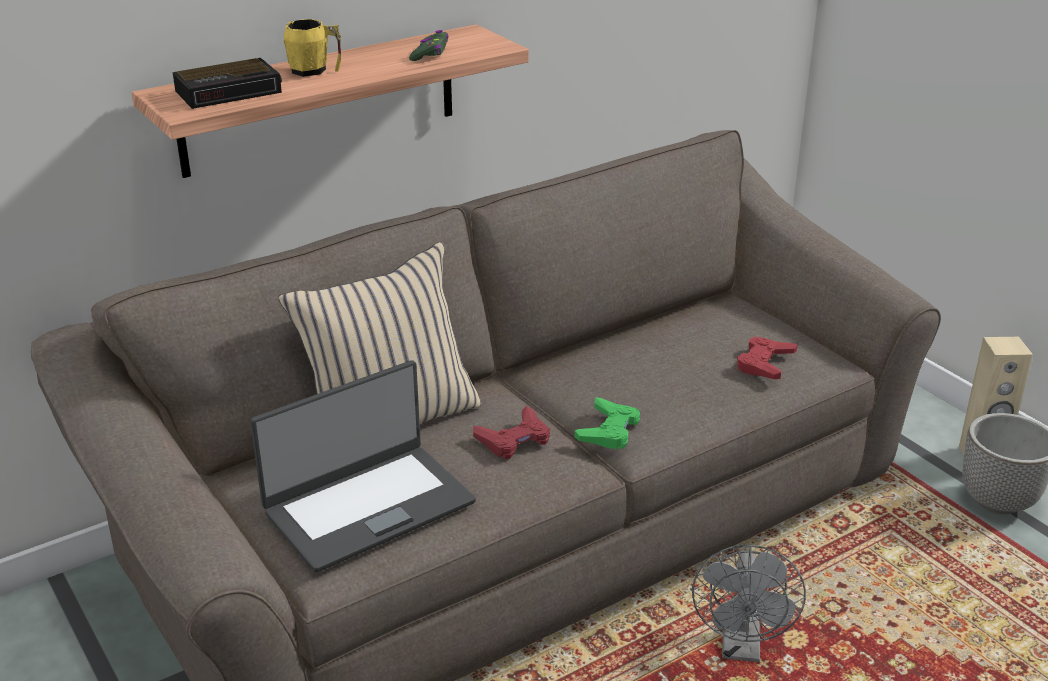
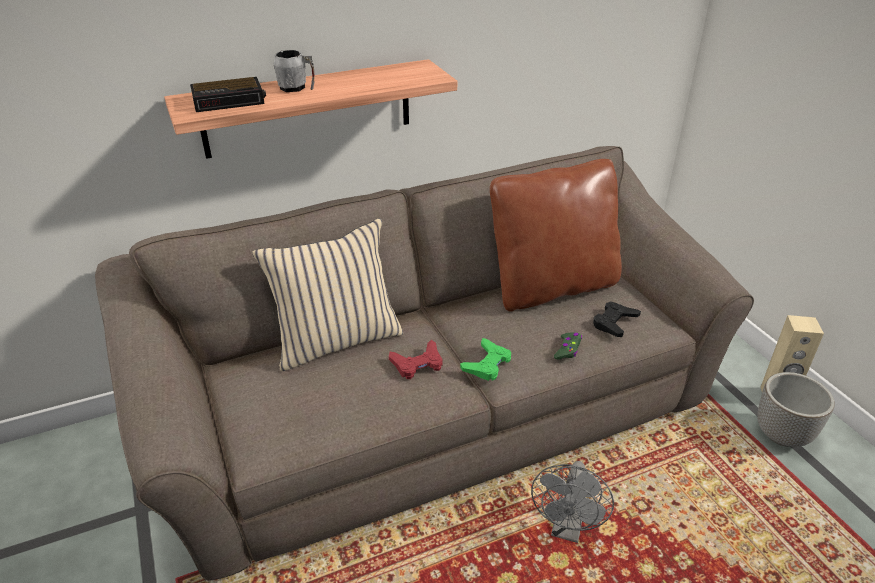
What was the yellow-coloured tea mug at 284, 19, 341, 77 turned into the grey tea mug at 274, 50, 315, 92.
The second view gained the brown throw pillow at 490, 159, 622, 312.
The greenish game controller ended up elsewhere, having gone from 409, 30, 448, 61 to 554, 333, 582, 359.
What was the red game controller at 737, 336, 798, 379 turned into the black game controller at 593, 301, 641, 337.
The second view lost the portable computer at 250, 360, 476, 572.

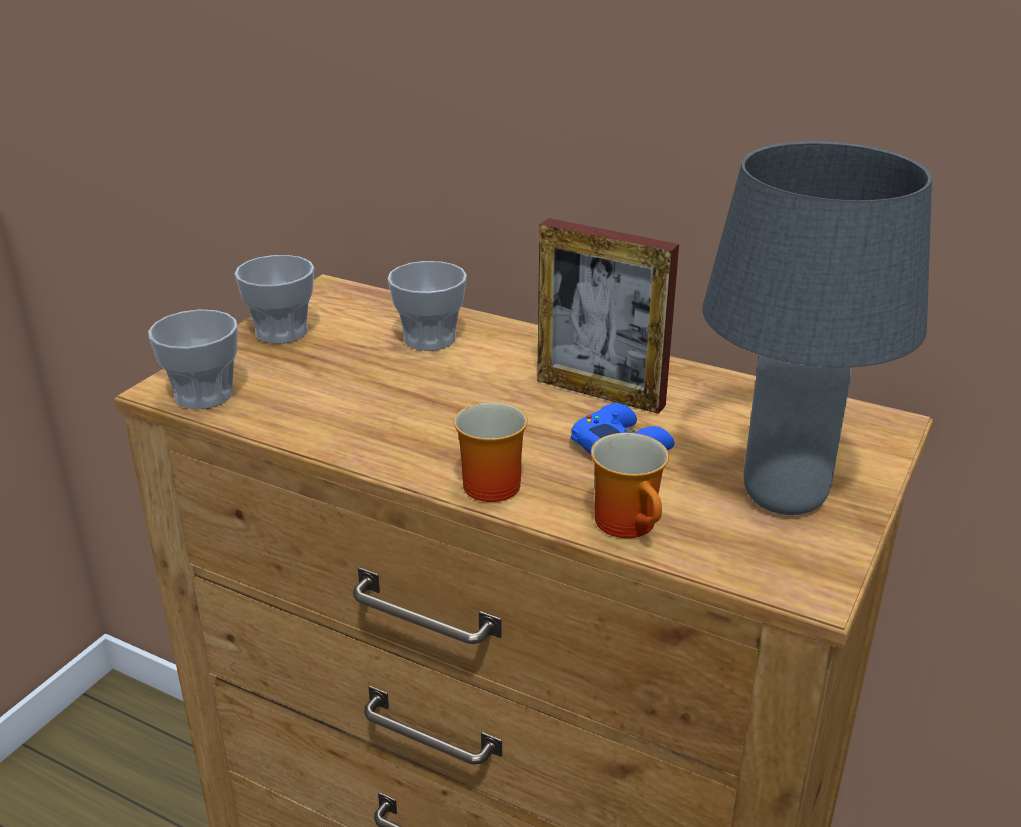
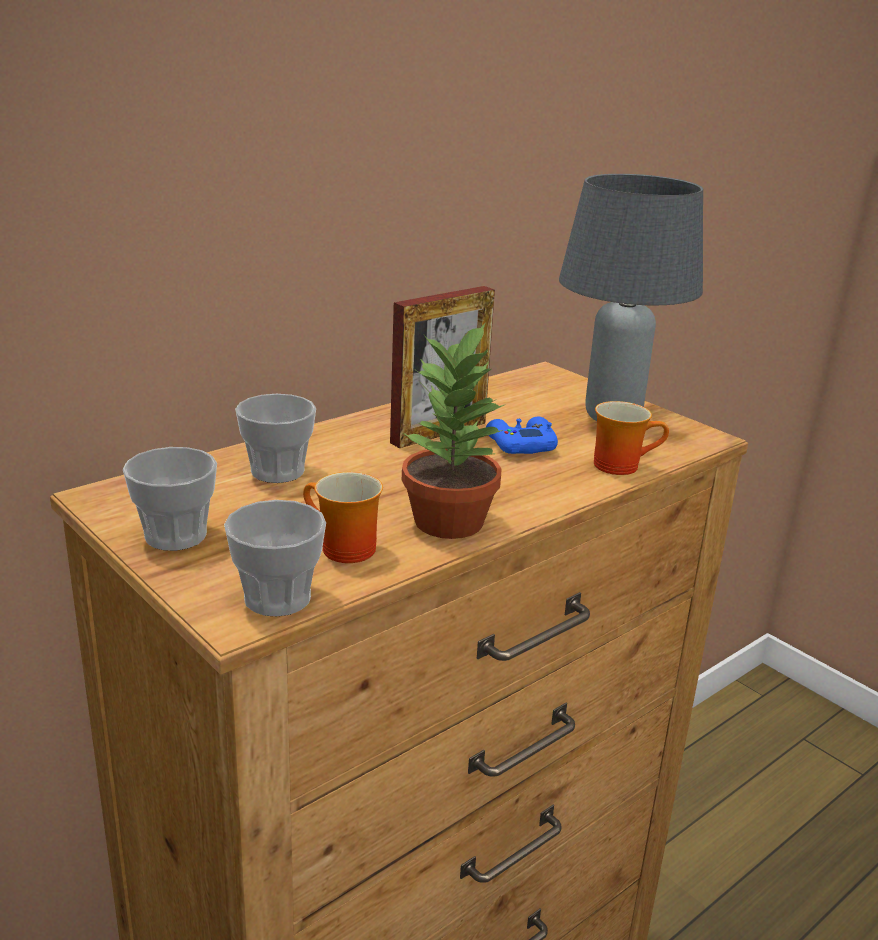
The tea mug ended up elsewhere, having gone from 454, 402, 528, 502 to 303, 472, 383, 563.
The second view gained the plant in a pot at 402, 322, 506, 539.

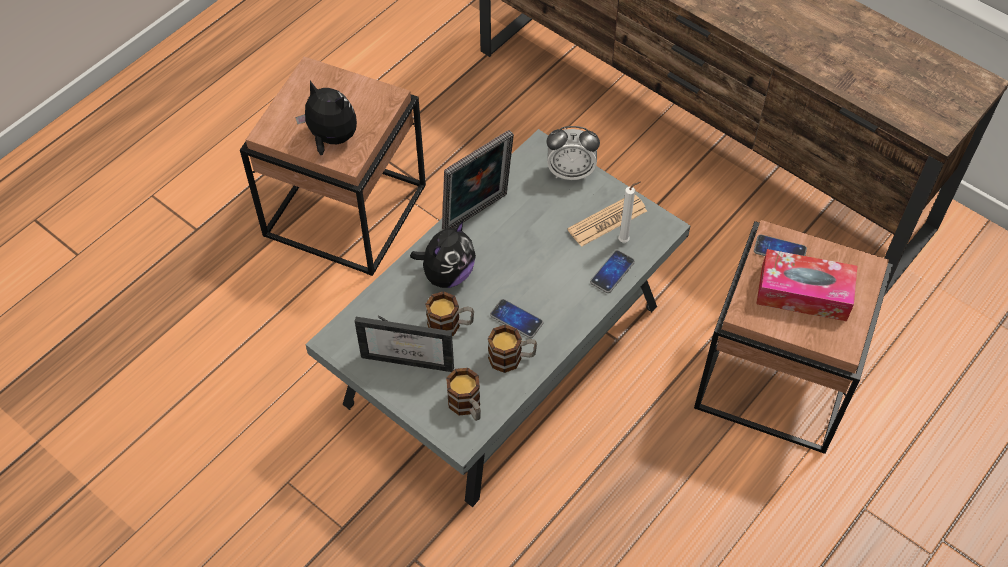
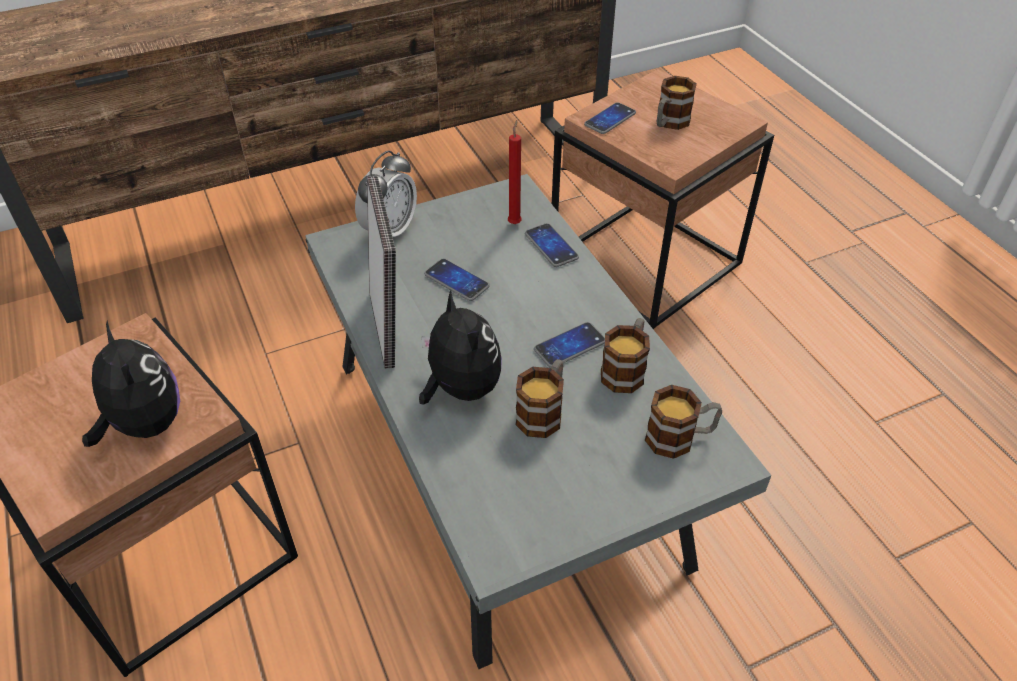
The plush toy at 295, 81, 357, 155 ended up facing another way, 90 degrees clockwise from before.
The second view gained the handset at 424, 258, 490, 301.
What was the whitish wax light at 618, 182, 640, 243 turned into the red wax light at 508, 120, 522, 224.
Where the box of tissues stood at 757, 249, 858, 321, the tea mug came to stand at 657, 76, 697, 130.
The second view lost the picture frame at 355, 315, 454, 372.
The second view lost the printed paper at 567, 194, 647, 247.

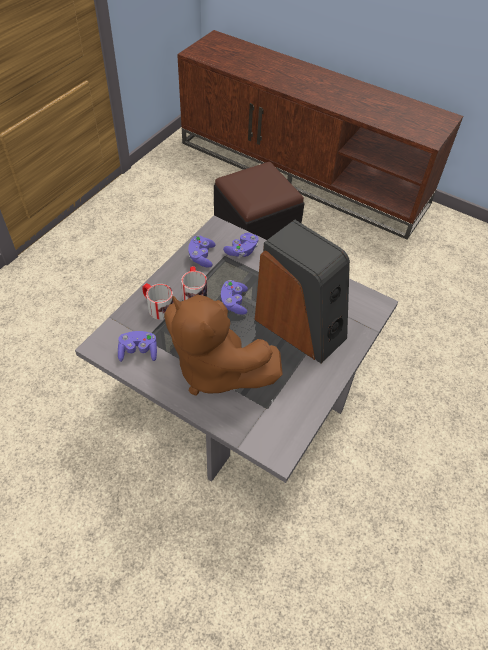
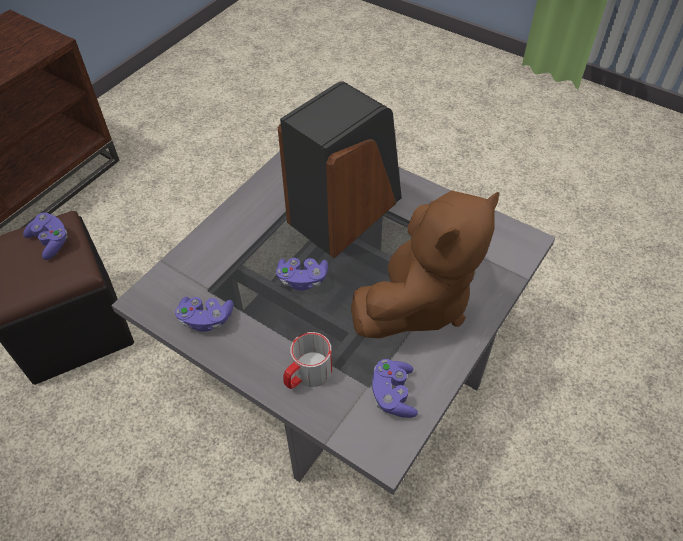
The purple game controller ended up elsewhere, having gone from 223, 233, 259, 257 to 23, 213, 68, 260.
The second view lost the tea mug at 181, 266, 207, 301.

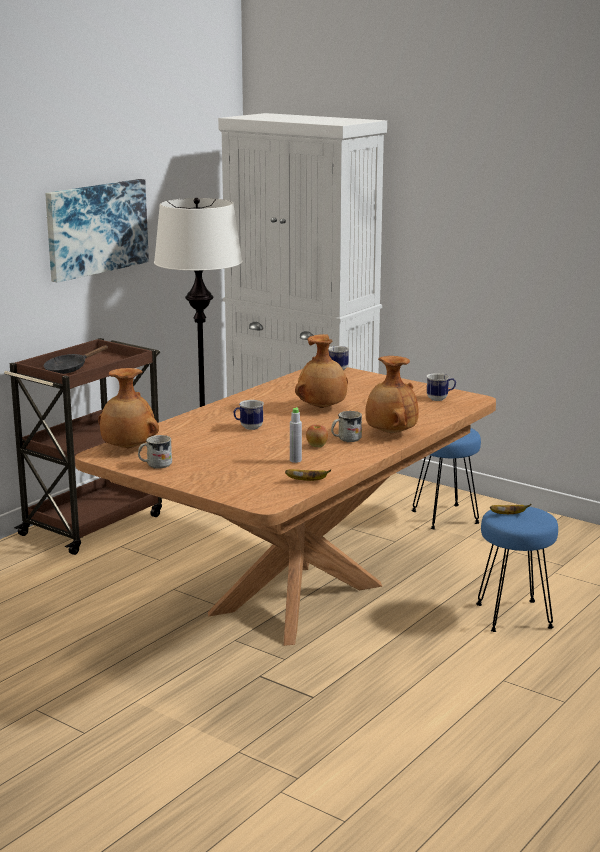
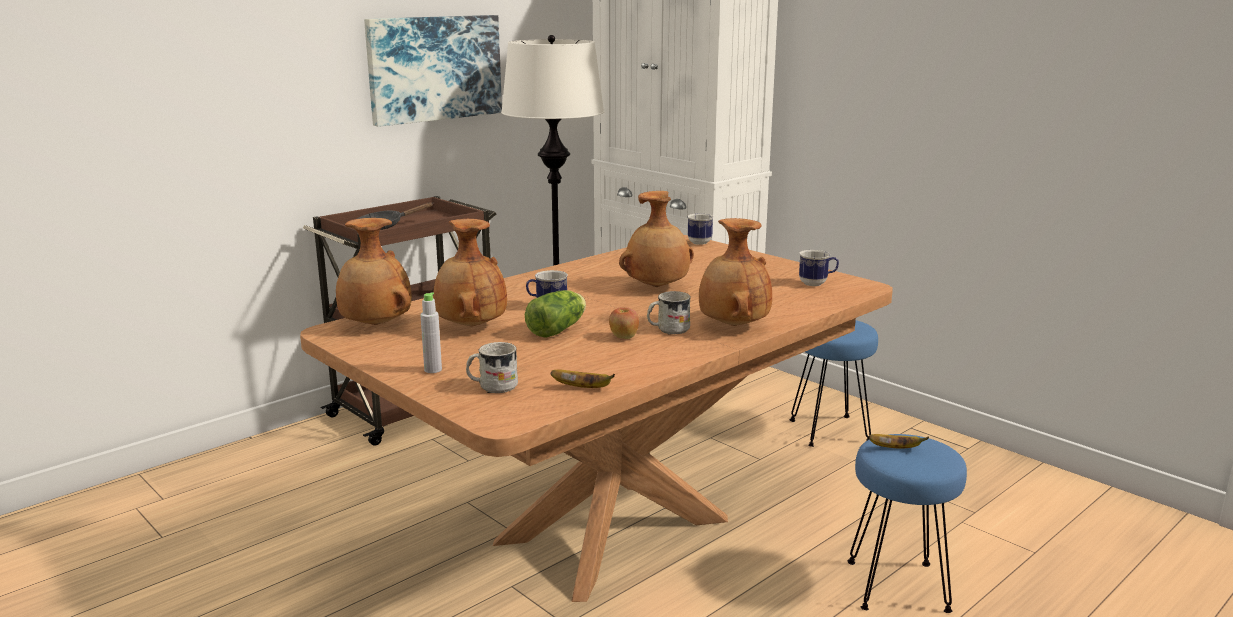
The grey drink bottle ended up elsewhere, having gone from 290, 407, 302, 463 to 420, 292, 442, 373.
The second view gained the brown flower vase at 433, 219, 507, 327.
The whitish tea mug ended up elsewhere, having gone from 138, 435, 172, 469 to 466, 342, 518, 393.
The second view gained the lettuce head at 525, 290, 586, 338.

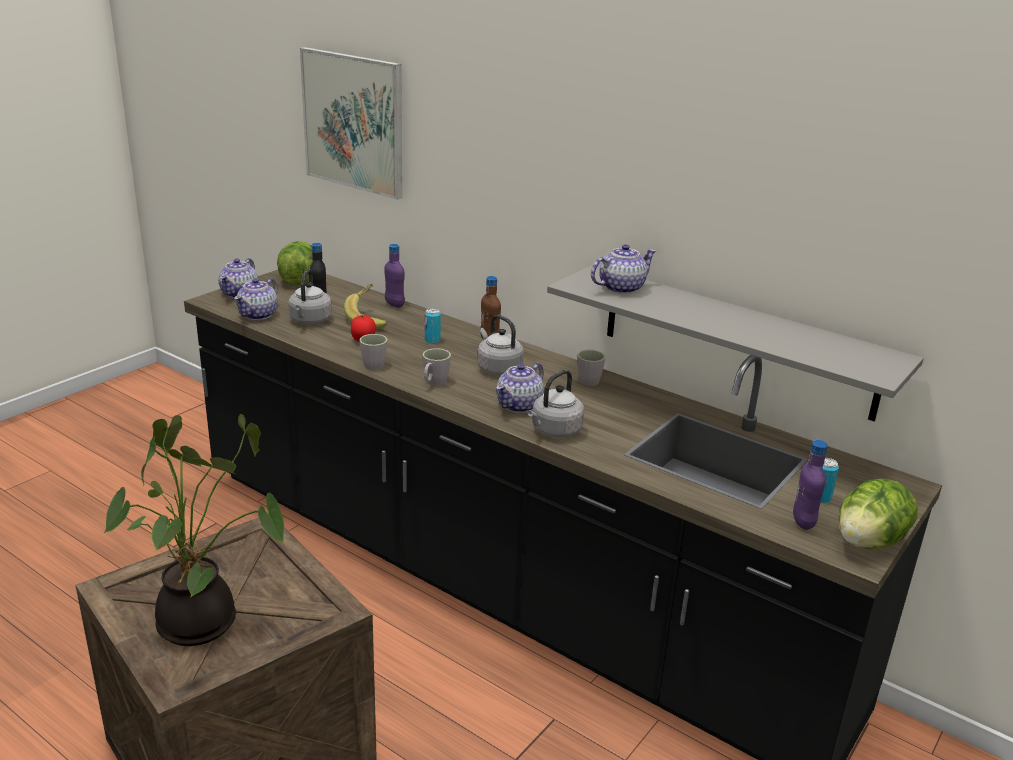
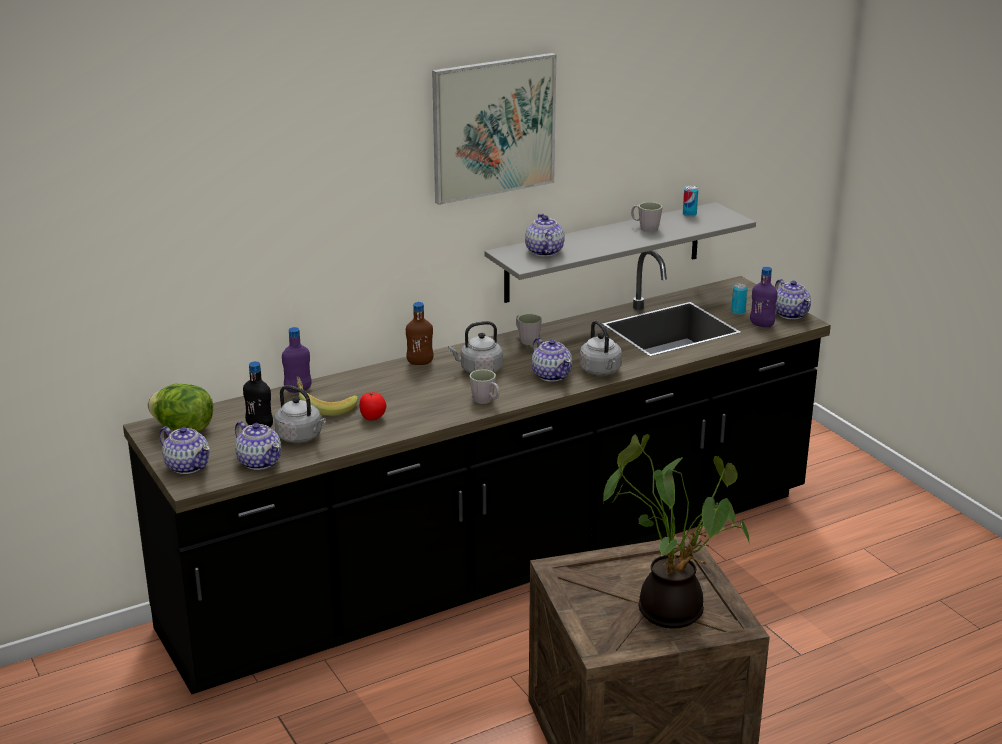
The picture ended up elsewhere, having gone from 300, 47, 402, 200 to 432, 53, 556, 205.
The grey tea mug ended up elsewhere, having gone from 359, 334, 387, 370 to 631, 202, 663, 232.
The sealed can ended up elsewhere, having gone from 425, 308, 441, 344 to 683, 185, 698, 217.
Where the lettuce head stood at 839, 479, 918, 549, the tea pot came to stand at 775, 279, 811, 319.

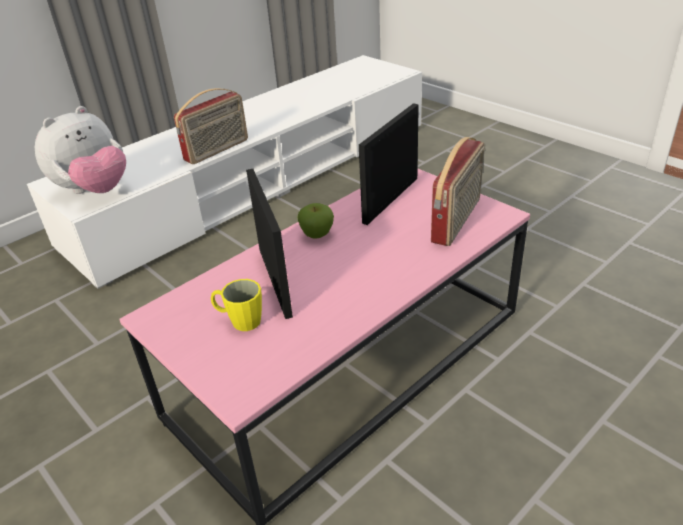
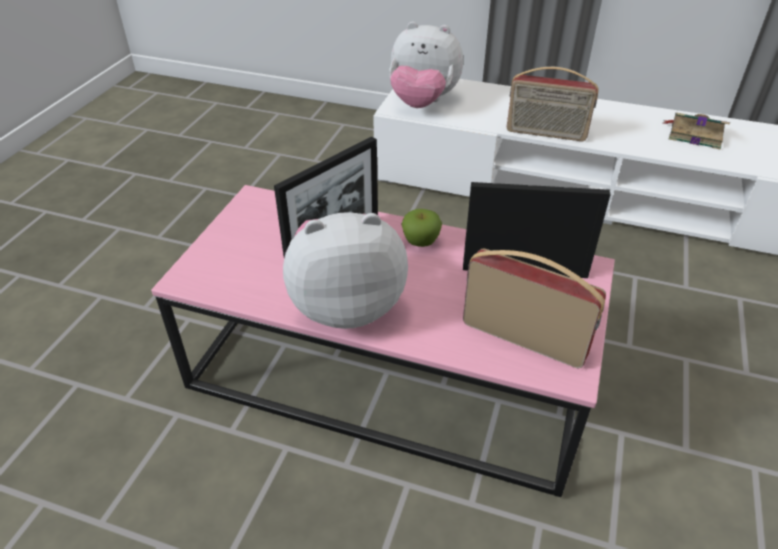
The second view gained the plush toy at 283, 212, 408, 329.
The radio at 431, 137, 485, 246 ended up facing another way, 150 degrees counterclockwise from before.
The second view gained the book at 663, 113, 730, 149.
The second view lost the yellow-coloured tea mug at 211, 279, 262, 331.

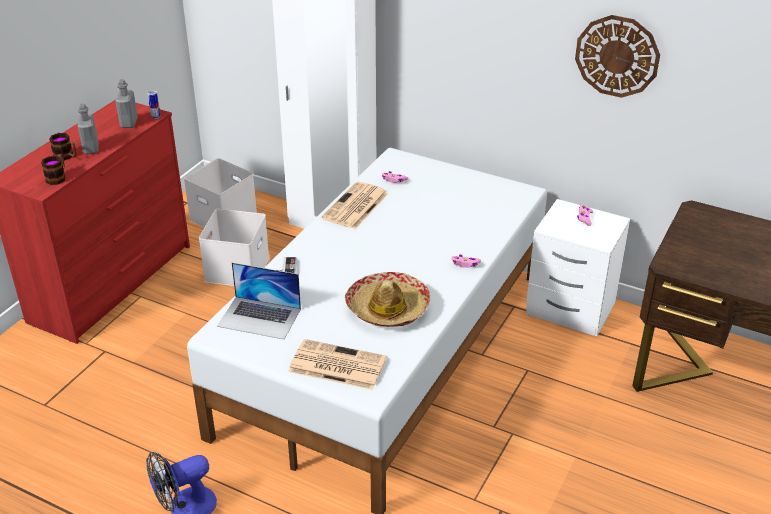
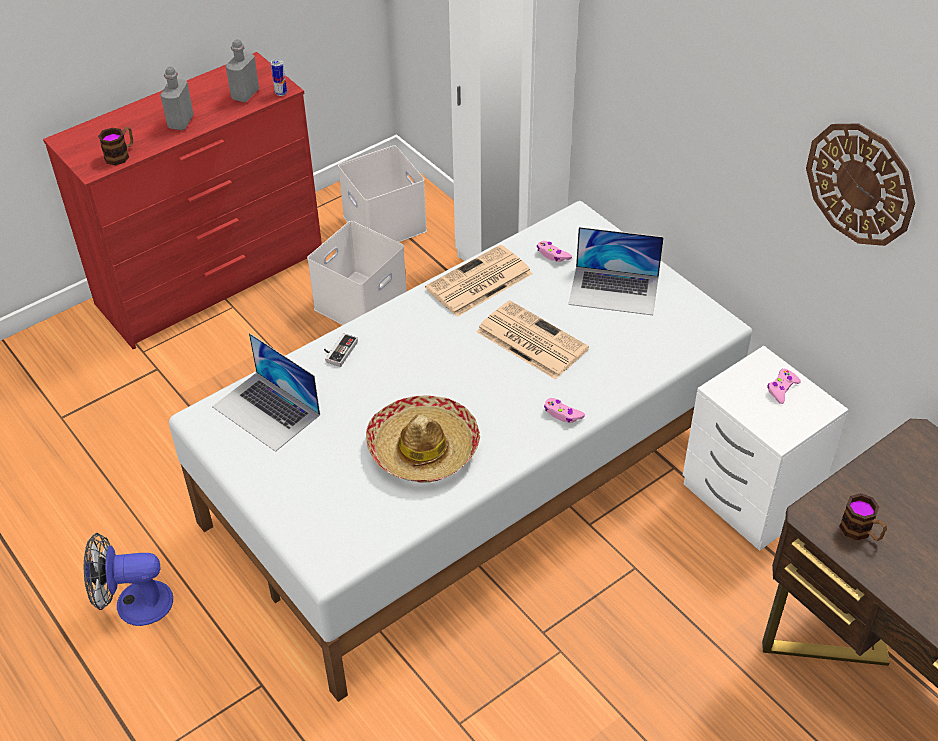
The printed paper ended up elsewhere, having gone from 288, 339, 387, 390 to 476, 300, 589, 380.
The second view gained the portable computer at 568, 227, 664, 315.
The tea mug ended up elsewhere, having gone from 49, 133, 77, 161 to 839, 493, 887, 541.

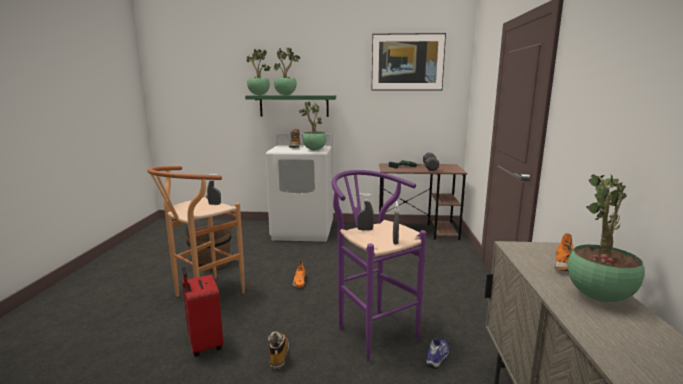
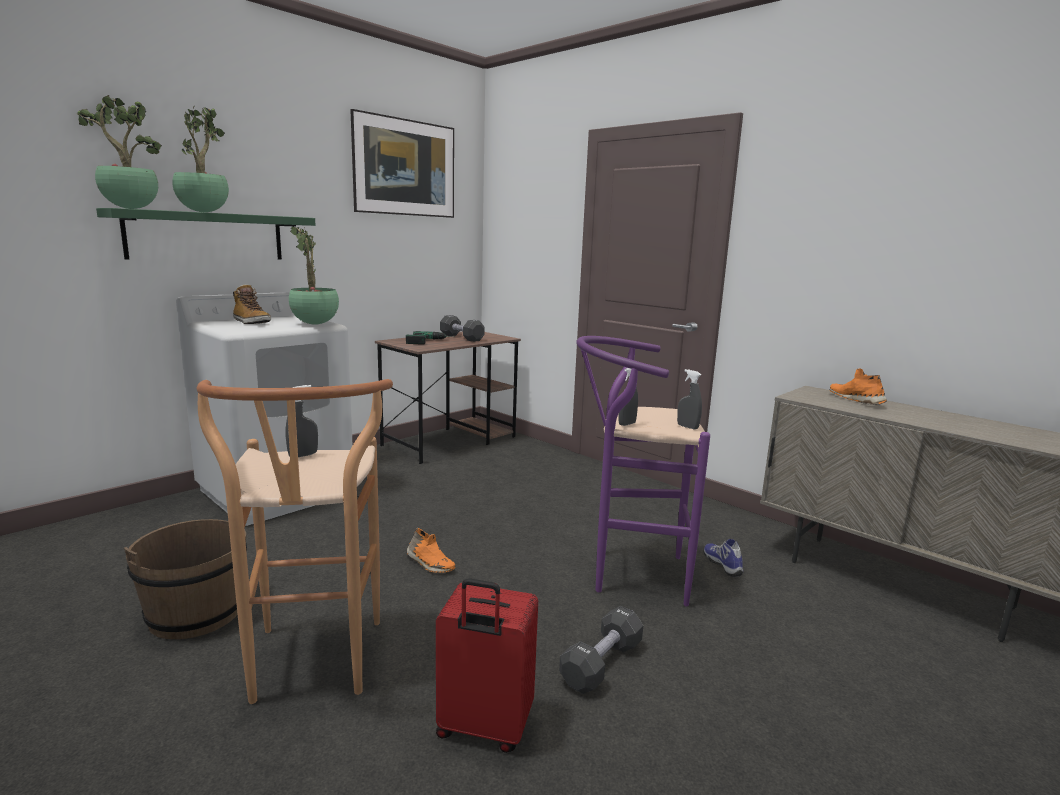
Where the boot stood at 268, 331, 289, 370, the black free weight came to stand at 559, 606, 643, 694.
The second view lost the plant in a pot at 568, 175, 645, 302.

